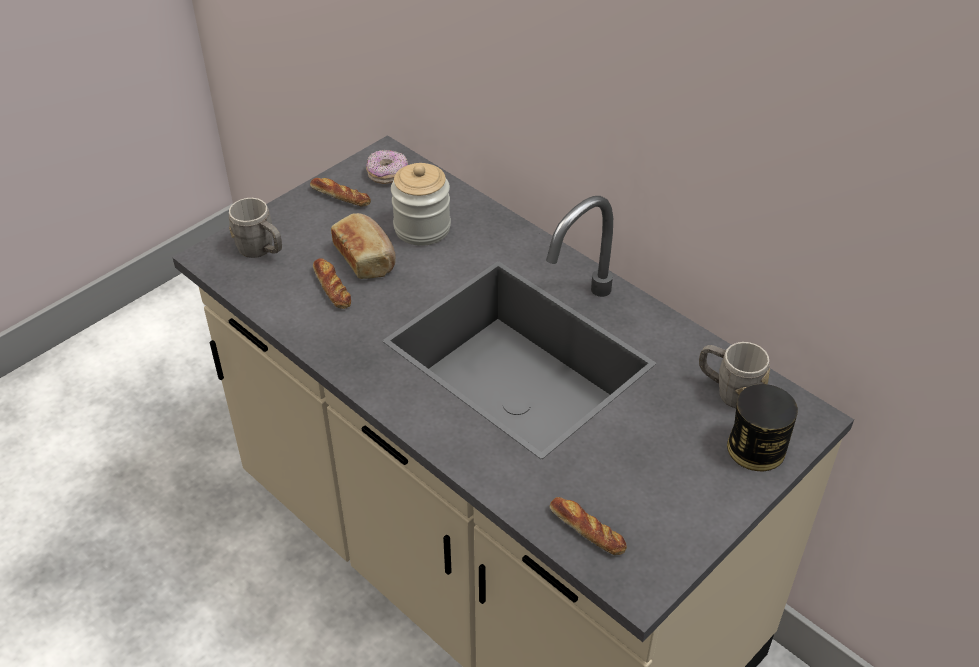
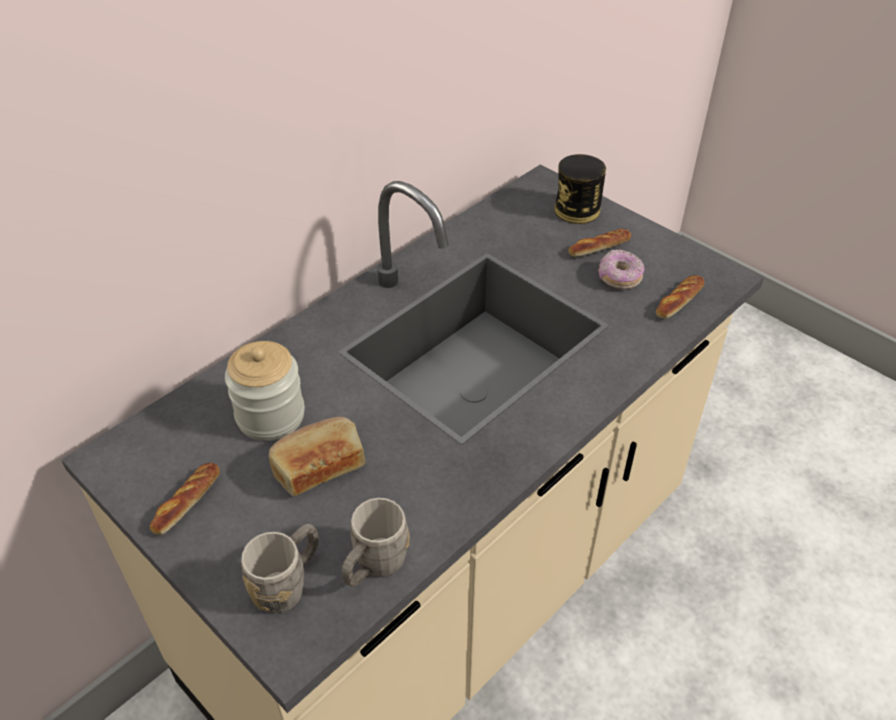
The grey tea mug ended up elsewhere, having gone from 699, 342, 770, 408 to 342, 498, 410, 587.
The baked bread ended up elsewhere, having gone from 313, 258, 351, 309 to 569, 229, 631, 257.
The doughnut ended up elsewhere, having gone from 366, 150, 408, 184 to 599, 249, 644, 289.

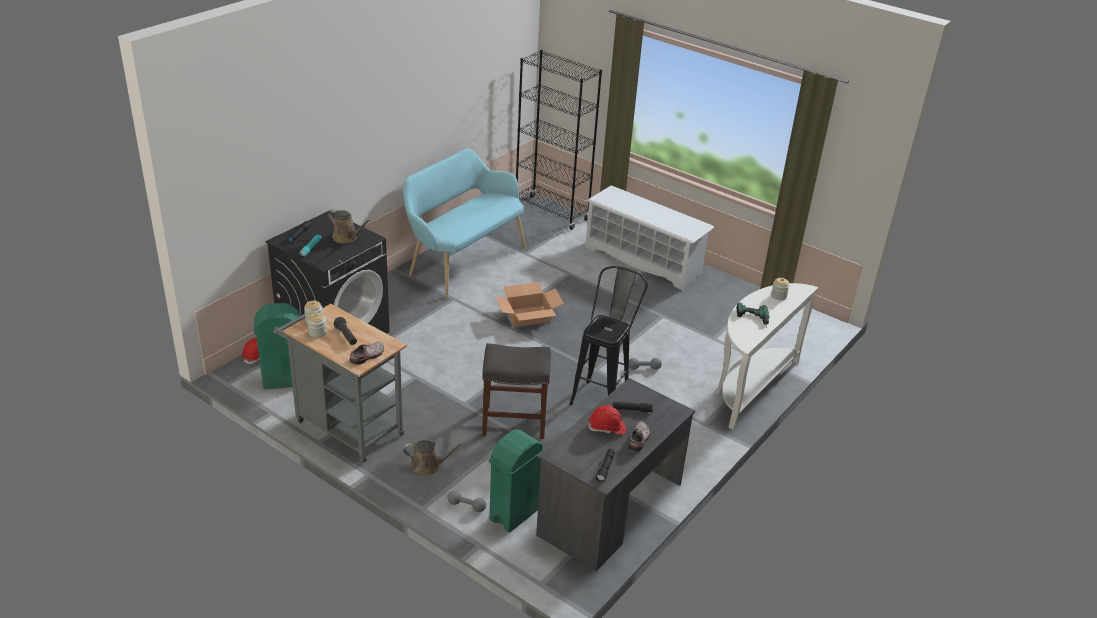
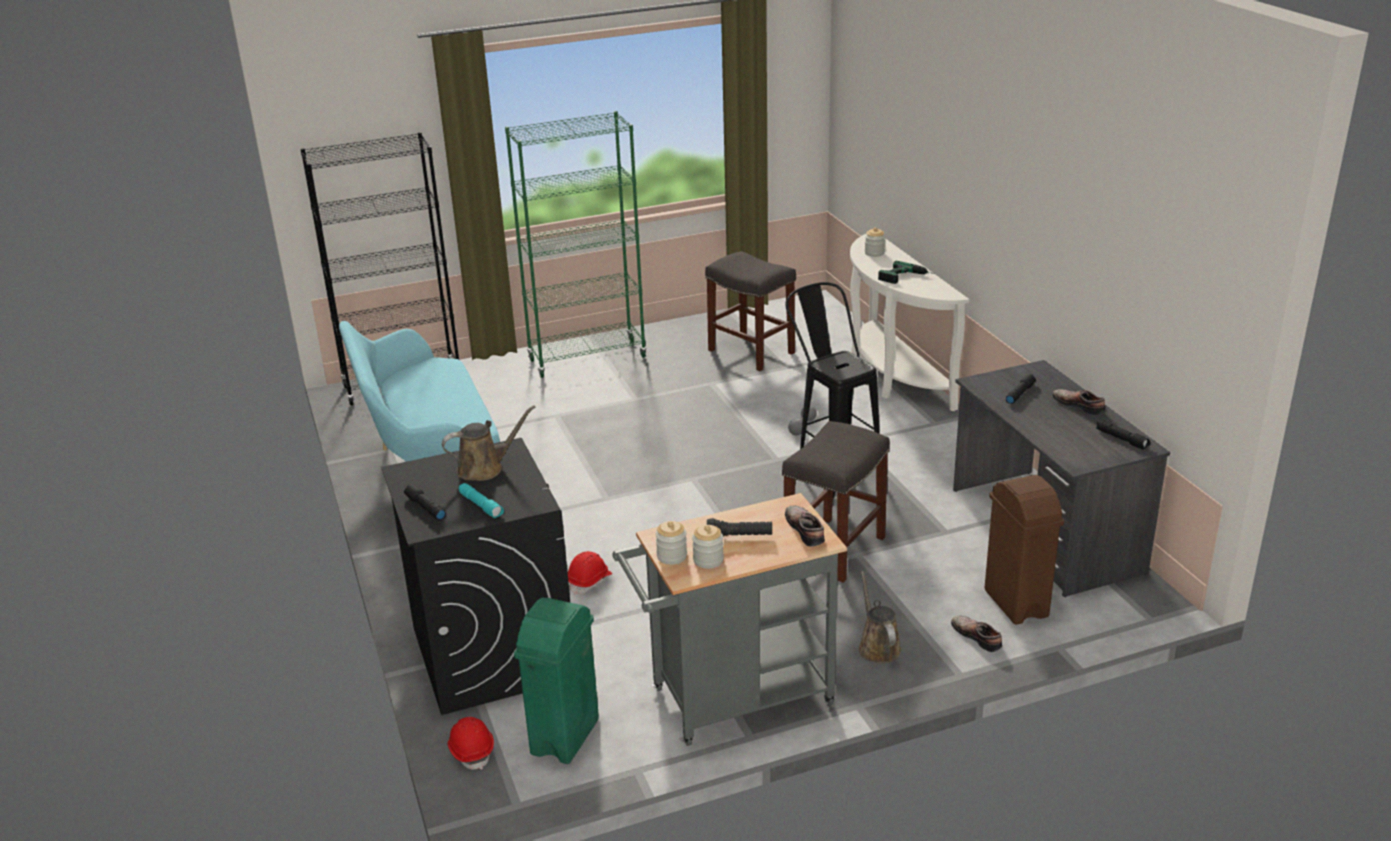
Where the whitish shoe stand stood at 585, 185, 714, 290, the greenish bookcase came to stand at 505, 111, 647, 378.
The red work helmet ended up elsewhere, having gone from 588, 405, 626, 435 to 568, 551, 612, 595.
The second view gained the grey sitting stool at 705, 251, 796, 371.
The brown sprinkling can at 403, 440, 465, 477 ended up facing another way, 45 degrees counterclockwise from before.
Where the grey free weight stood at 447, 491, 486, 512, the item of footwear came to stand at 951, 616, 1002, 652.
What was the greenish waste bin at 489, 429, 545, 533 turned into the brown waste bin at 984, 475, 1064, 625.
The second view lost the carton at 495, 282, 564, 327.

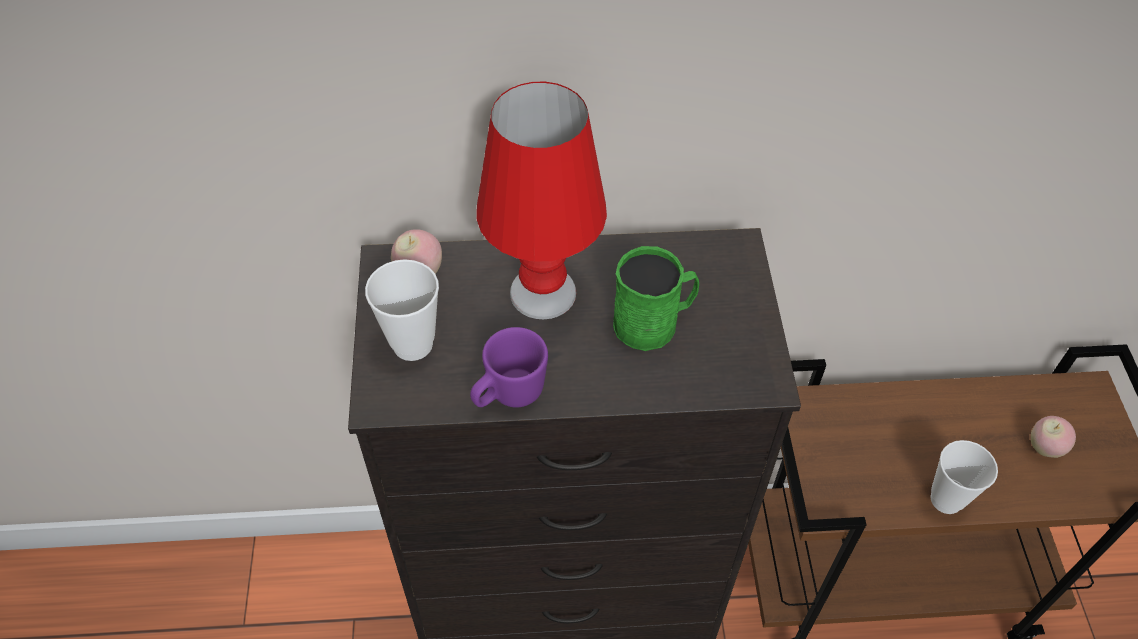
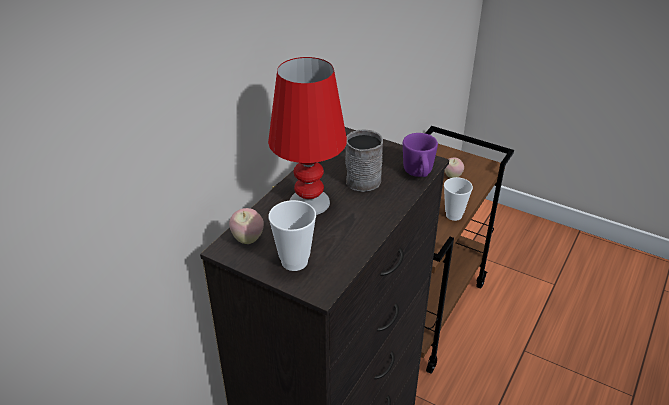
What was the greenish tea mug at 613, 246, 699, 351 turned into the grey tea mug at 345, 129, 383, 192.
The purple tea mug ended up elsewhere, having gone from 470, 327, 548, 408 to 403, 133, 438, 177.

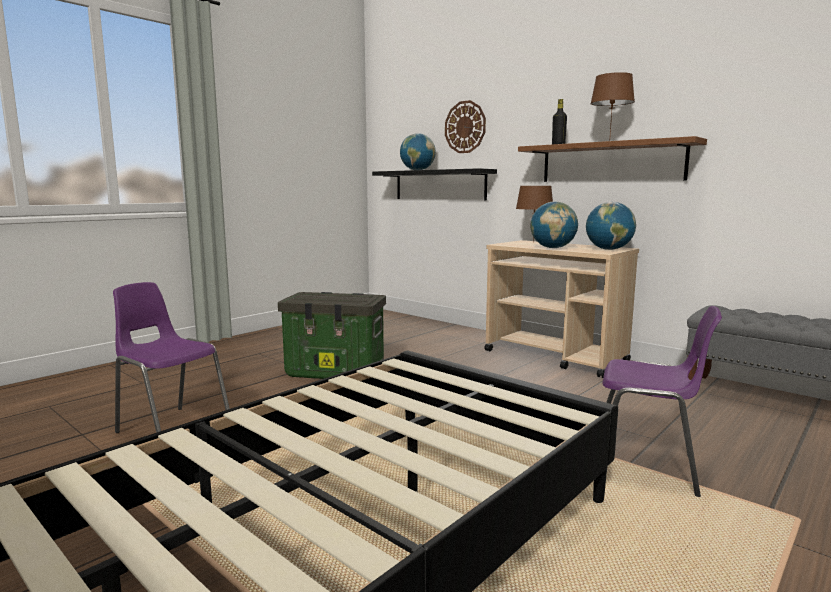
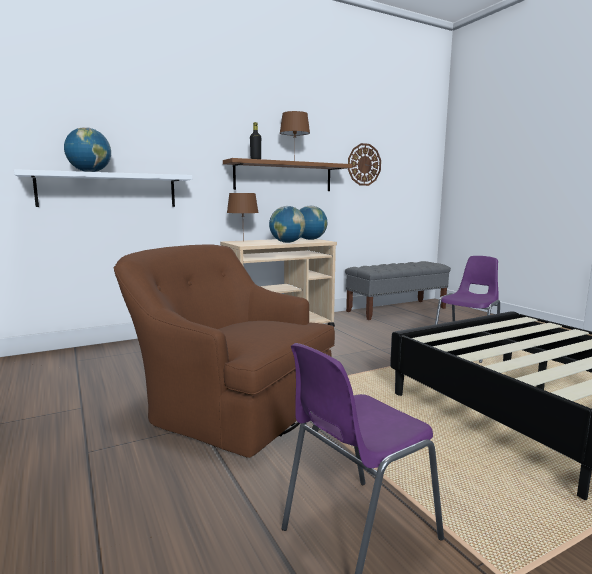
What was the black wall shelf at 372, 168, 497, 200 turned into the whitish wall shelf at 14, 169, 192, 207.
Where the storage bin stood at 278, 292, 386, 379, the brown armchair came to stand at 114, 244, 335, 458.
The hanging clock ended up elsewhere, having gone from 445, 100, 486, 153 to 348, 143, 381, 186.

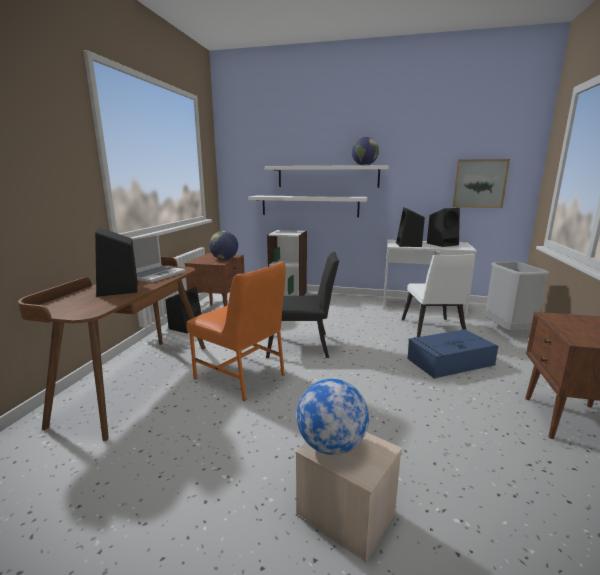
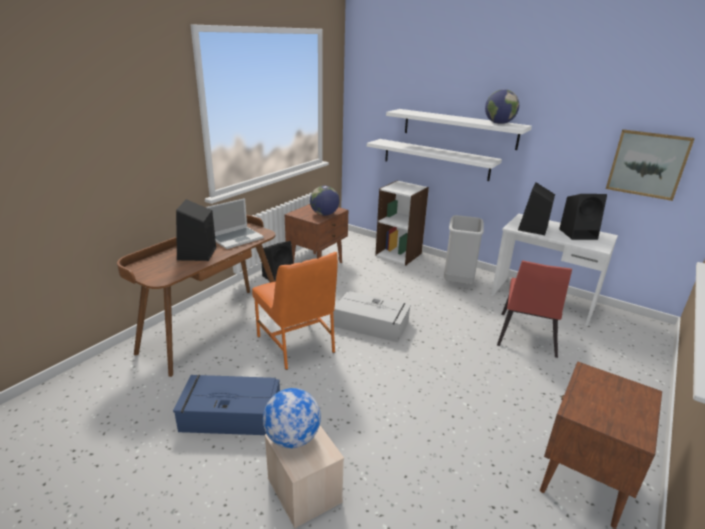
The blue storage bin ended up elsewhere, having gone from 407, 329, 498, 378 to 173, 375, 280, 435.
Where the black plain chair stood at 266, 252, 339, 358, the grey storage bin came to stand at 333, 291, 411, 342.
The grey waste bin ended up elsewhere, having gone from 485, 262, 549, 331 to 444, 215, 484, 284.
What was the whitish plain chair at 402, 254, 475, 337 turned into the red plain chair at 497, 260, 572, 358.

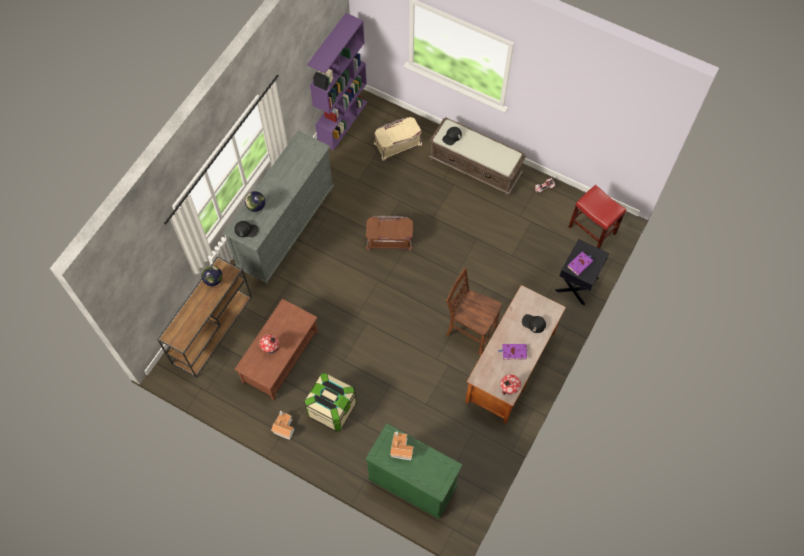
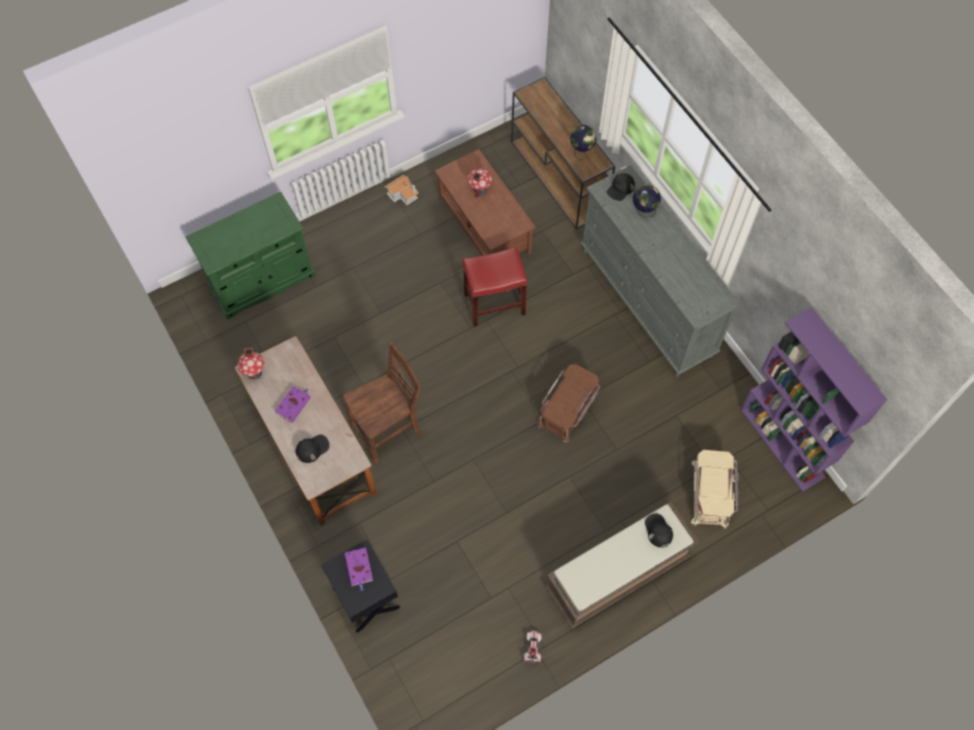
The red sitting stool ended up elsewhere, having gone from 569, 185, 626, 249 to 462, 247, 528, 327.
The second view lost the storage bin at 304, 373, 357, 432.
The second view lost the model house at 390, 432, 414, 460.

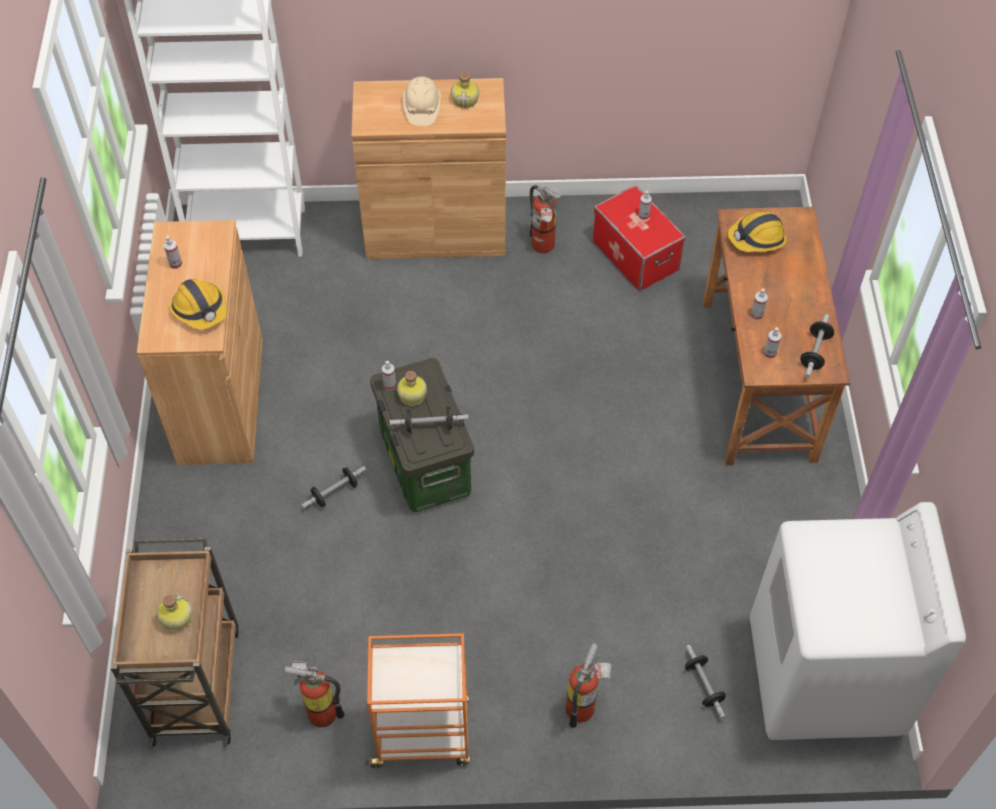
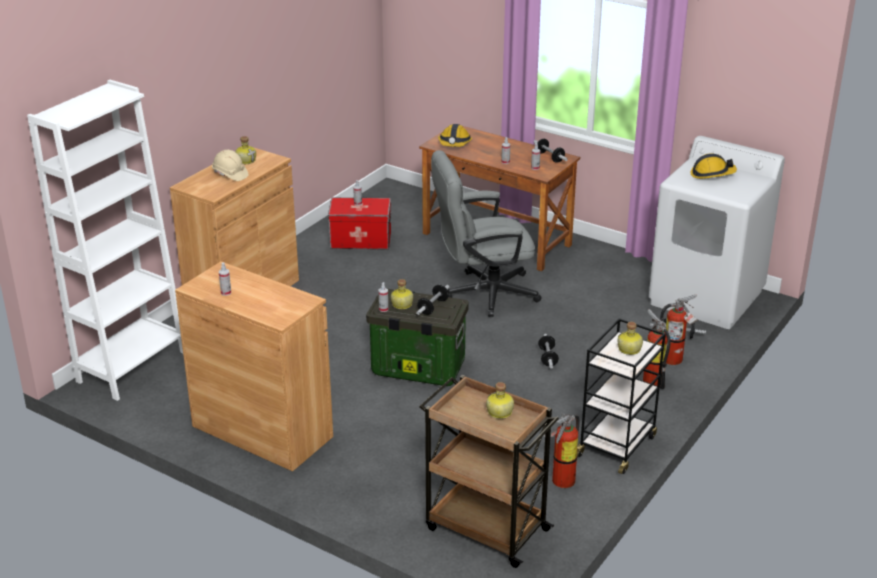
The second view gained the grey computer chair at 431, 150, 542, 317.
The free weight ended up elsewhere, having gone from 301, 466, 366, 508 to 538, 334, 559, 369.
What was the orangey cart at 366, 633, 471, 768 turned into the black cart at 577, 318, 666, 474.
The second view gained the drink bottle at 618, 322, 643, 355.
The fire extinguisher ended up elsewhere, having gone from 530, 185, 561, 253 to 660, 295, 698, 365.
The work helmet ended up elsewhere, having gone from 169, 279, 227, 330 to 690, 153, 737, 179.

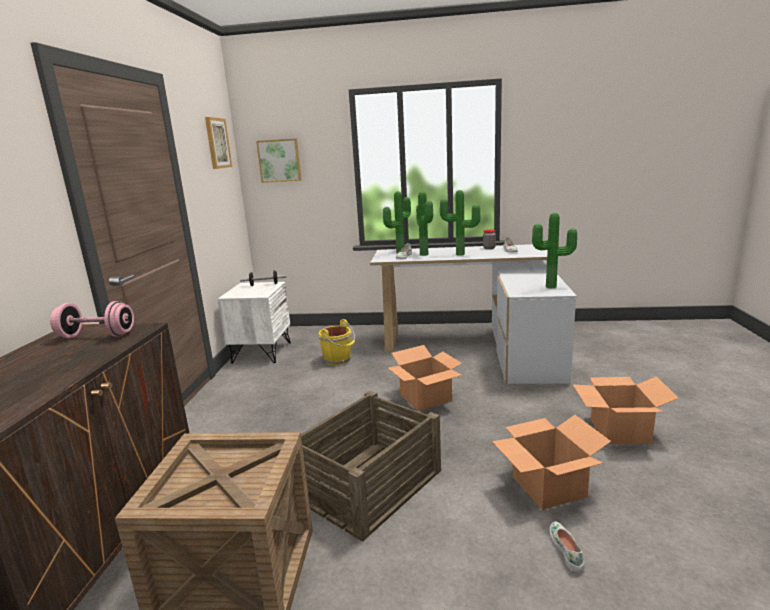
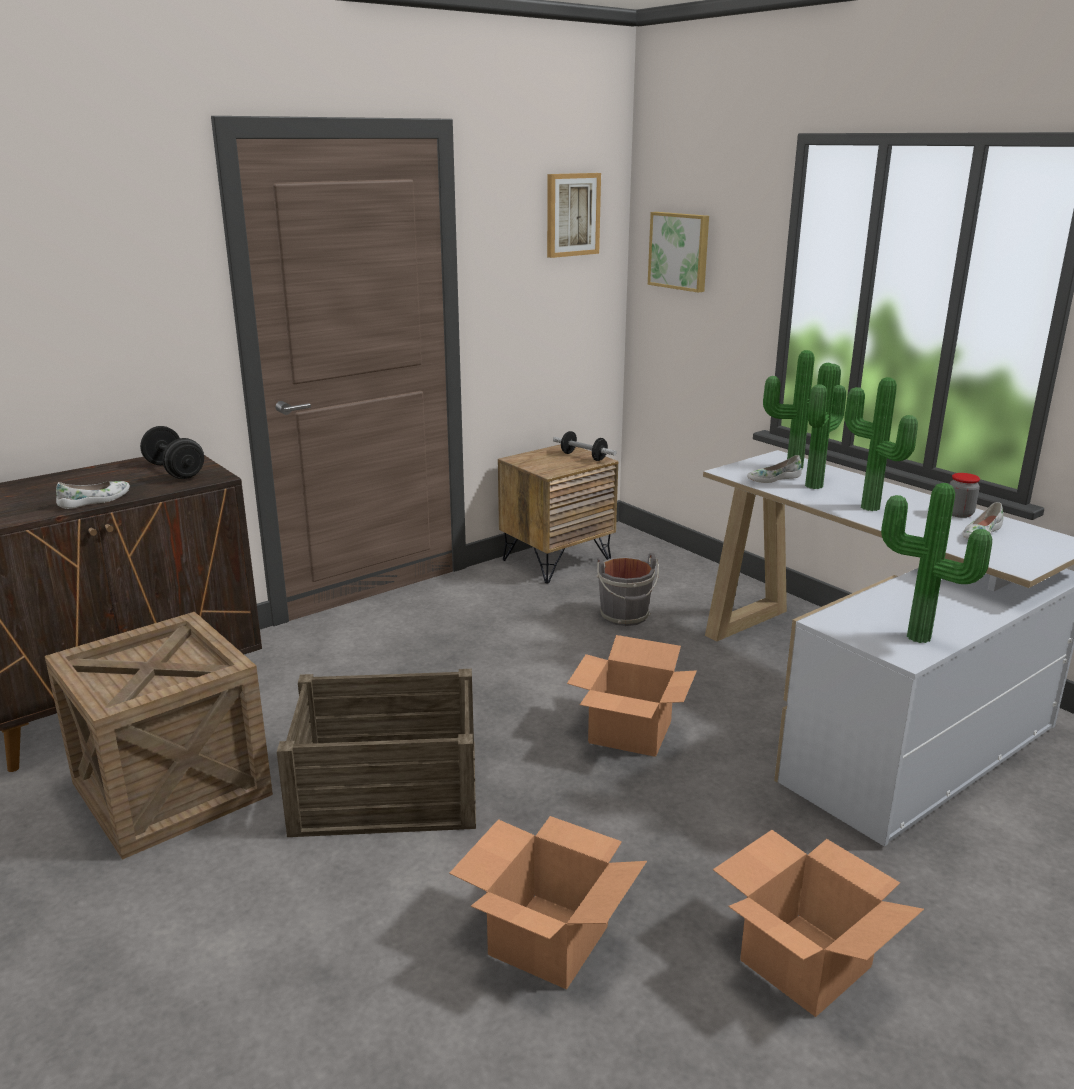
The whitish item of footwear ended up elsewhere, having gone from 550, 521, 585, 572 to 56, 481, 130, 509.
What was the pink-coloured free weight at 50, 301, 134, 338 turned into the black free weight at 140, 426, 204, 479.
What was the whitish night table at 218, 282, 291, 364 turned into the brown night table at 498, 444, 618, 583.
What was the yellow-coloured pail at 318, 319, 355, 365 turned into the grey pail at 596, 553, 659, 626.

